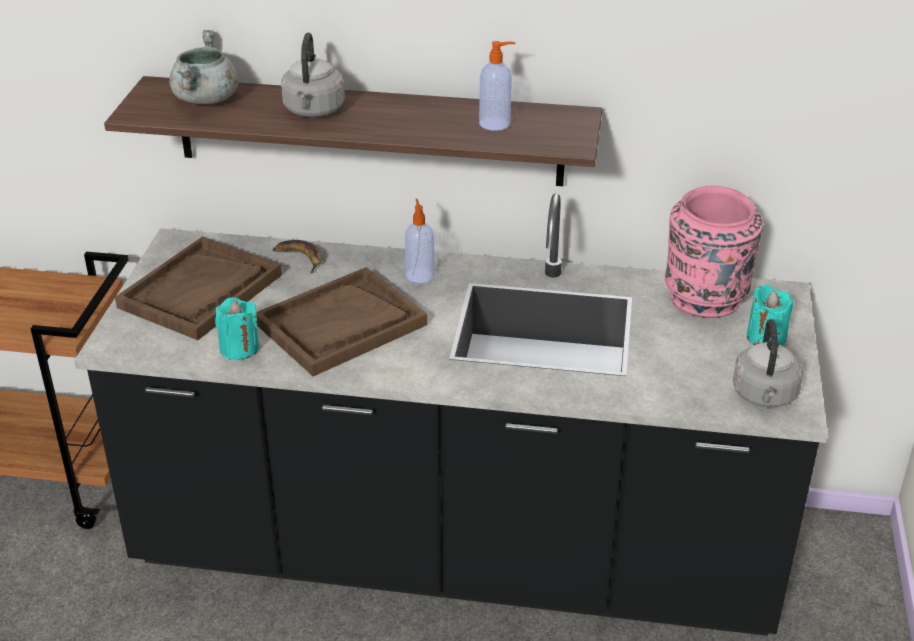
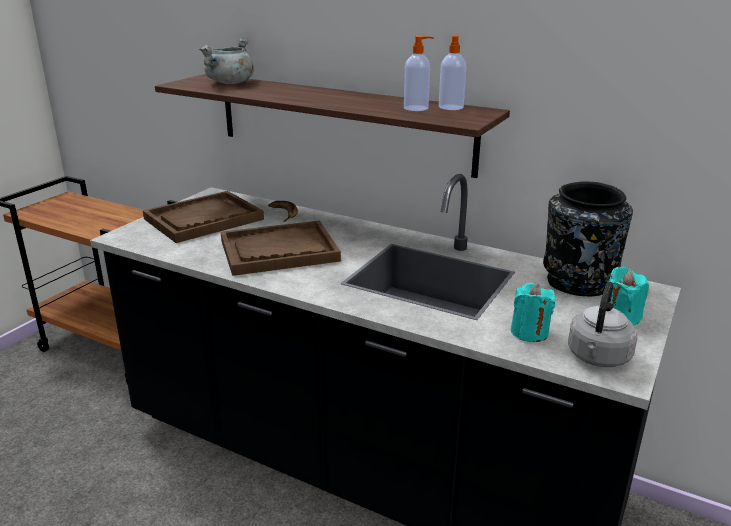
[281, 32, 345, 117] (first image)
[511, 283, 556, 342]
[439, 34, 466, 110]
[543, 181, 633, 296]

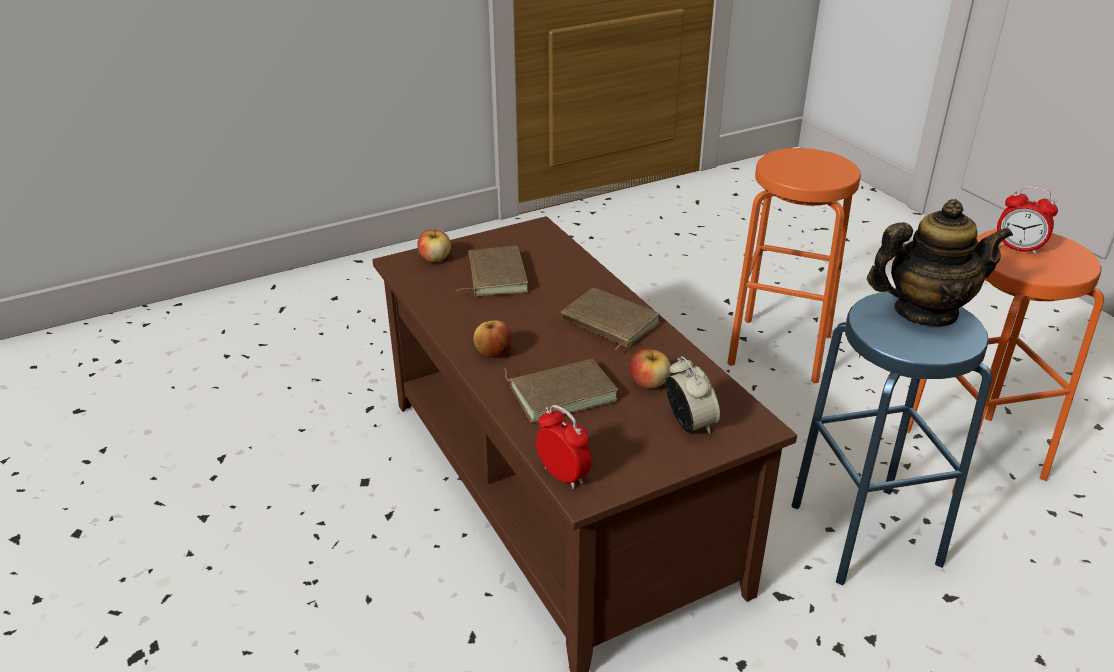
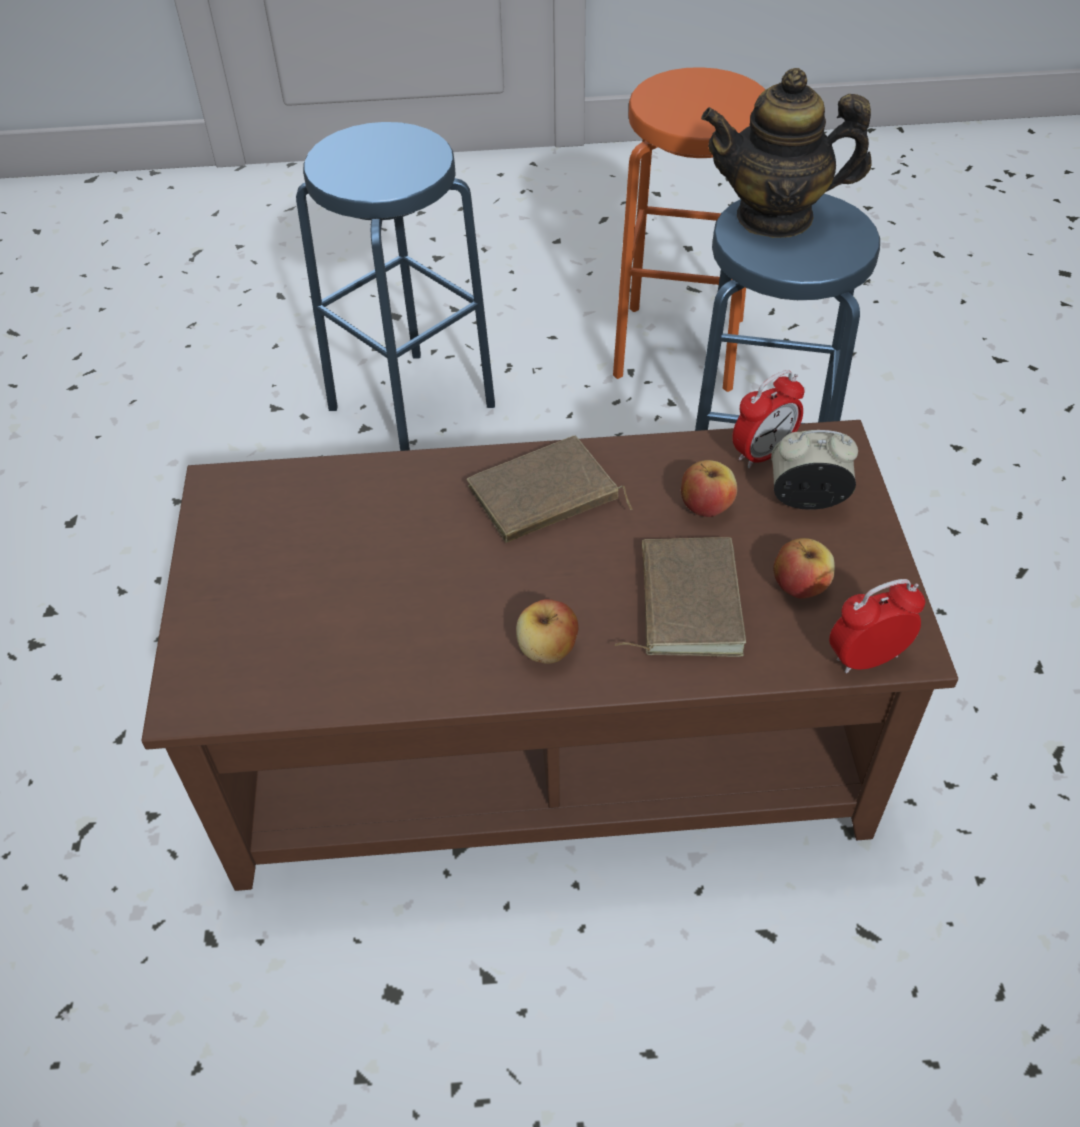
[456, 246, 528, 296] (first image)
[773, 538, 835, 599]
[732, 370, 805, 468]
[296, 122, 495, 451]
[701, 68, 871, 238]

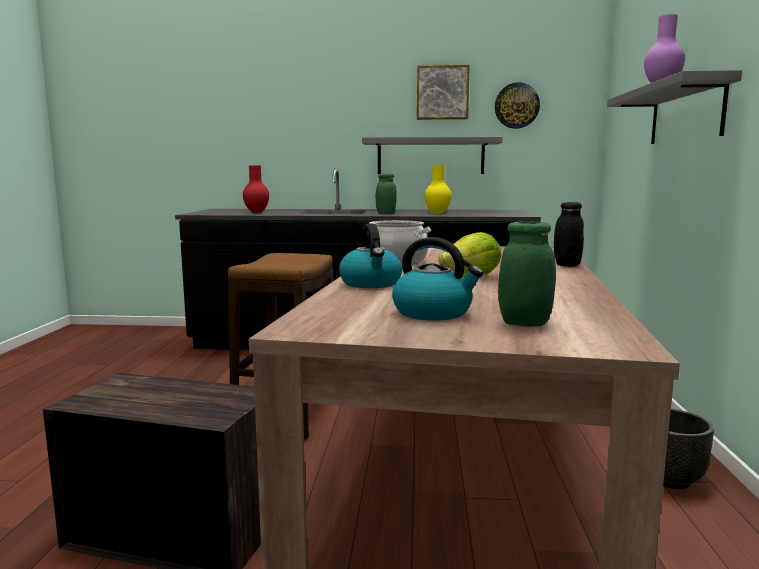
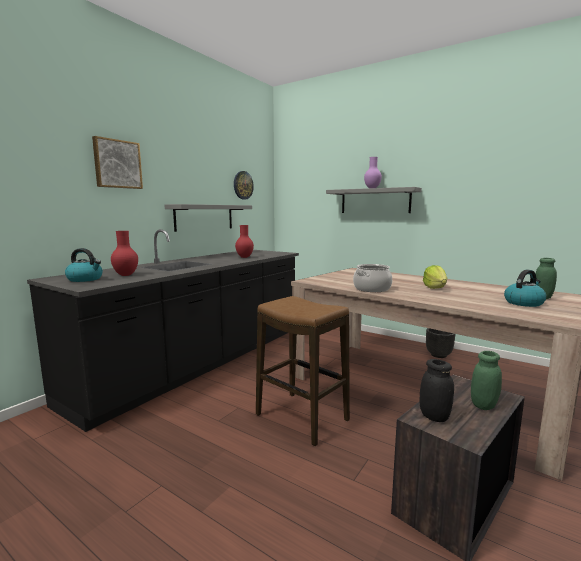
[65, 248, 103, 282]
[471, 351, 502, 410]
[92, 136, 143, 189]
[419, 359, 454, 422]
[235, 225, 254, 258]

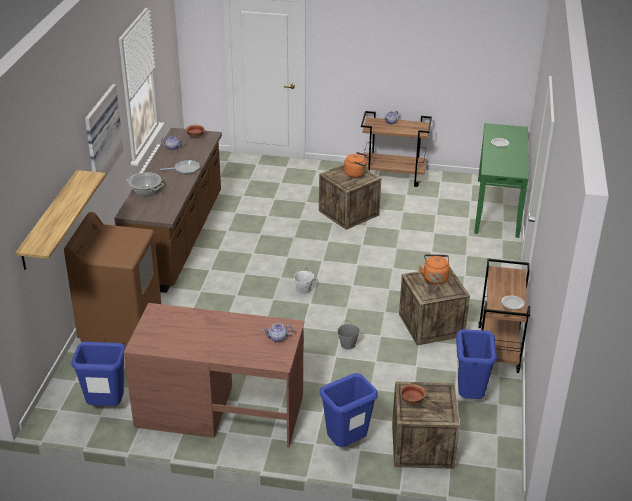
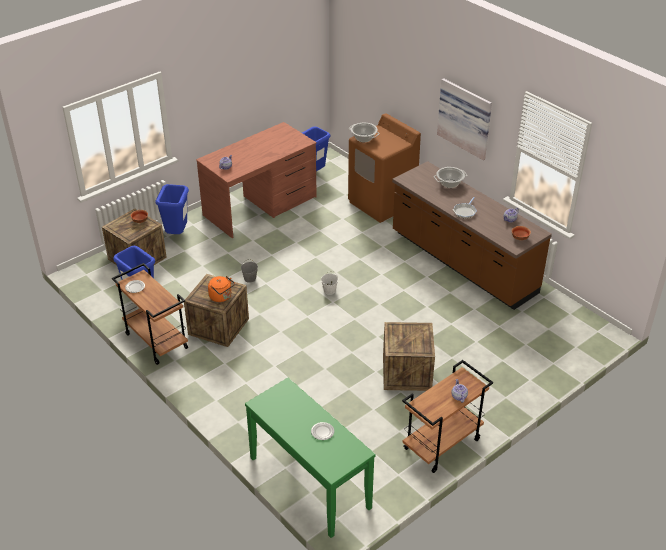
[15, 170, 106, 270] (first image)
[344, 152, 369, 178] (first image)
[349, 123, 380, 142]

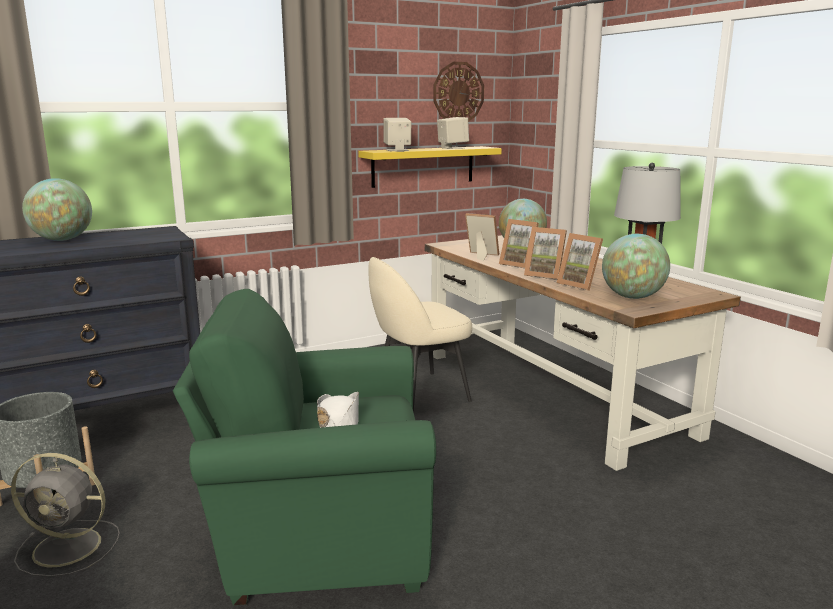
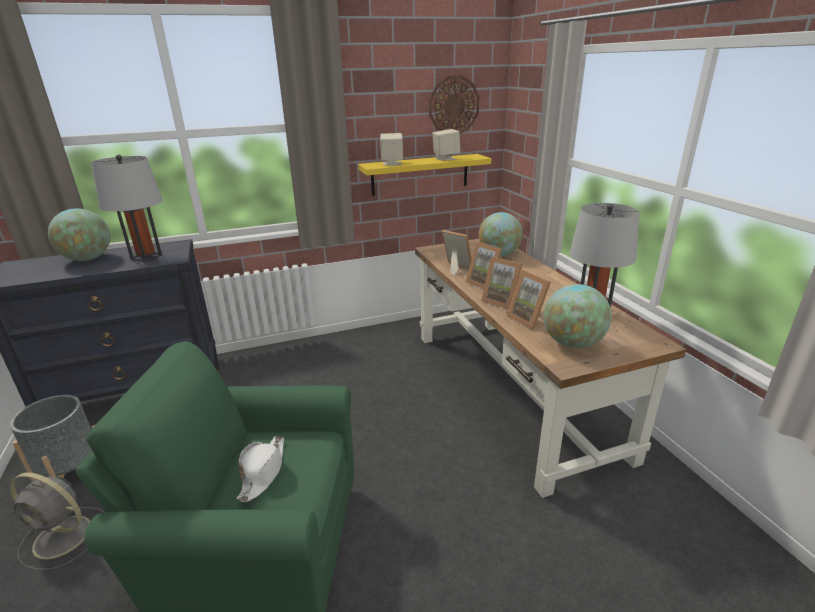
[368, 257, 472, 413] (first image)
[91, 154, 163, 262]

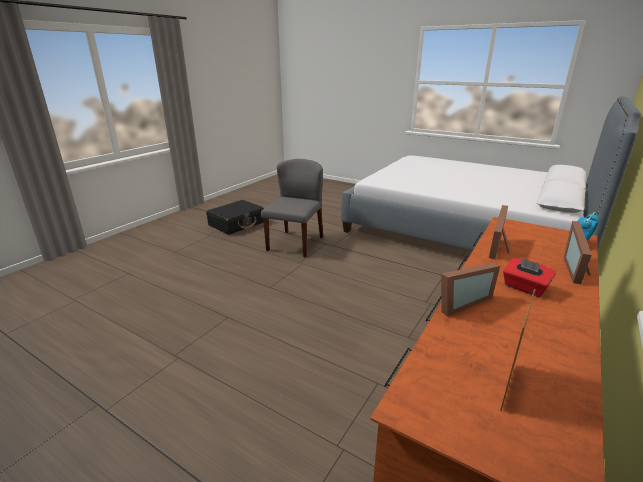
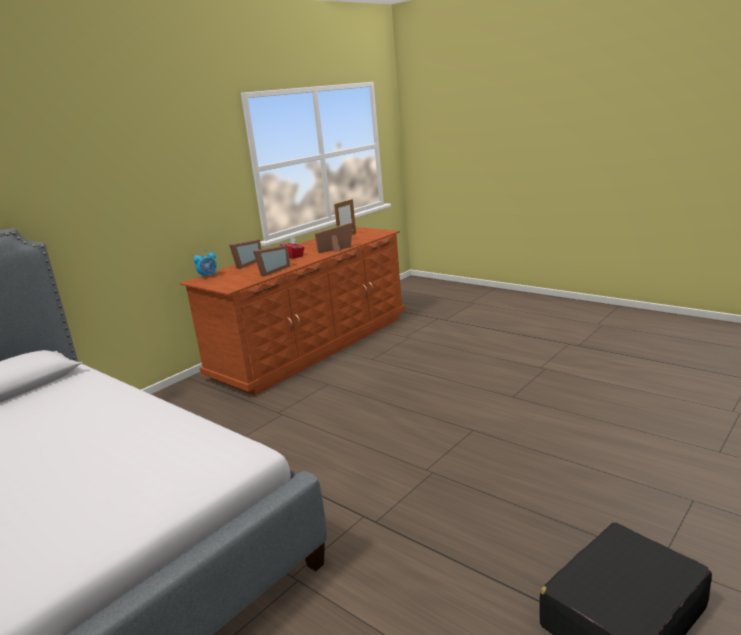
[261, 159, 323, 258] (first image)

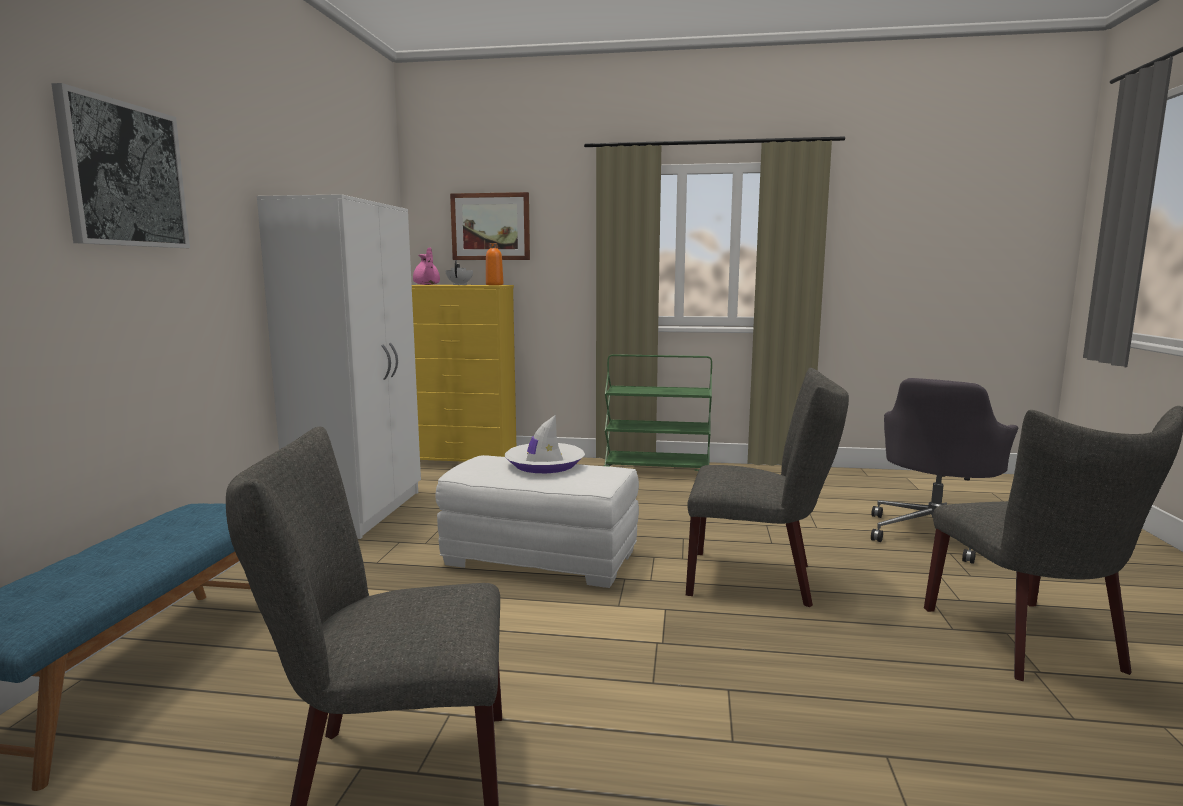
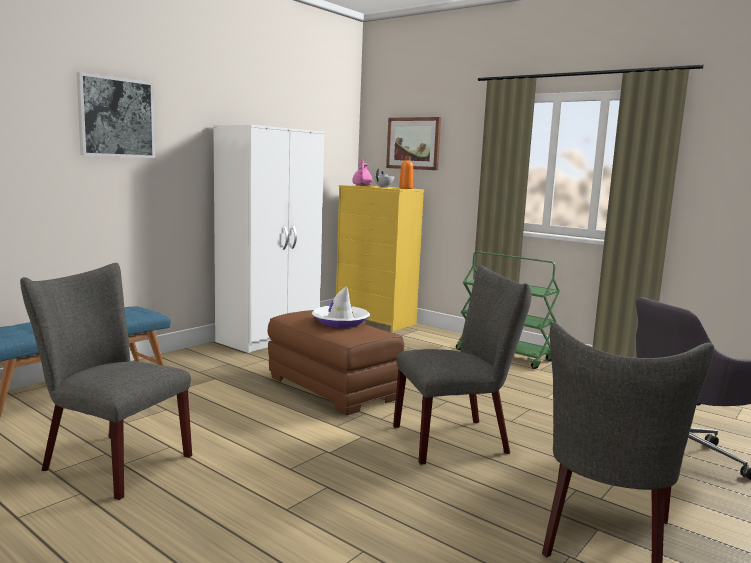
[268, 310, 404, 415]
[393, 265, 532, 465]

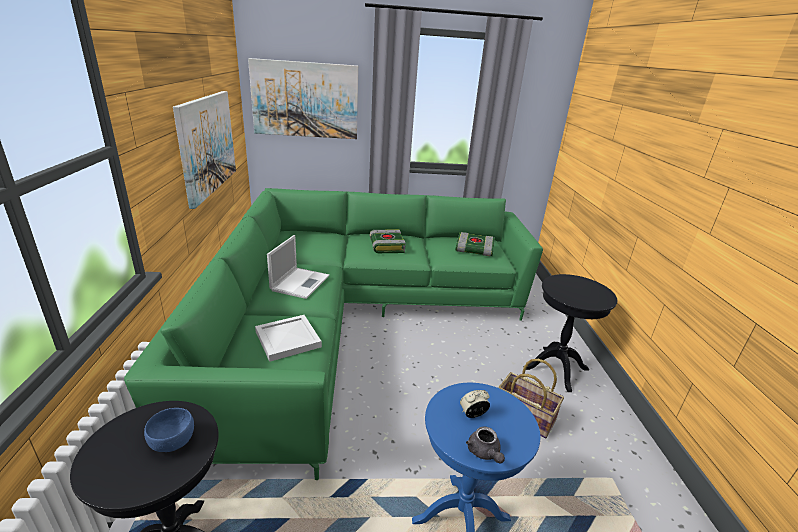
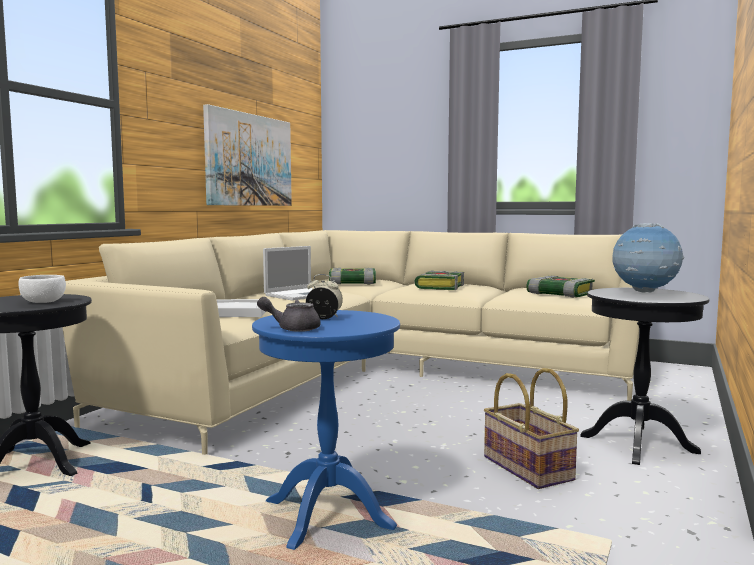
[248, 58, 358, 139] (first image)
[329, 268, 376, 285]
[612, 223, 684, 293]
[62, 230, 639, 455]
[18, 275, 66, 303]
[257, 297, 321, 332]

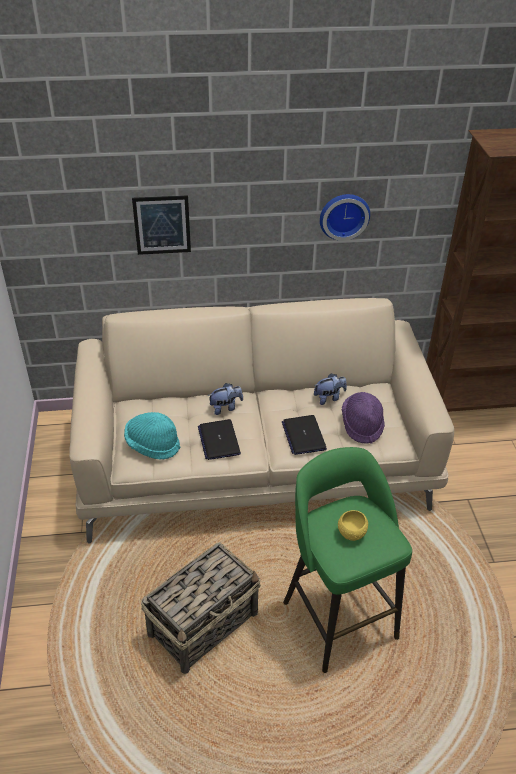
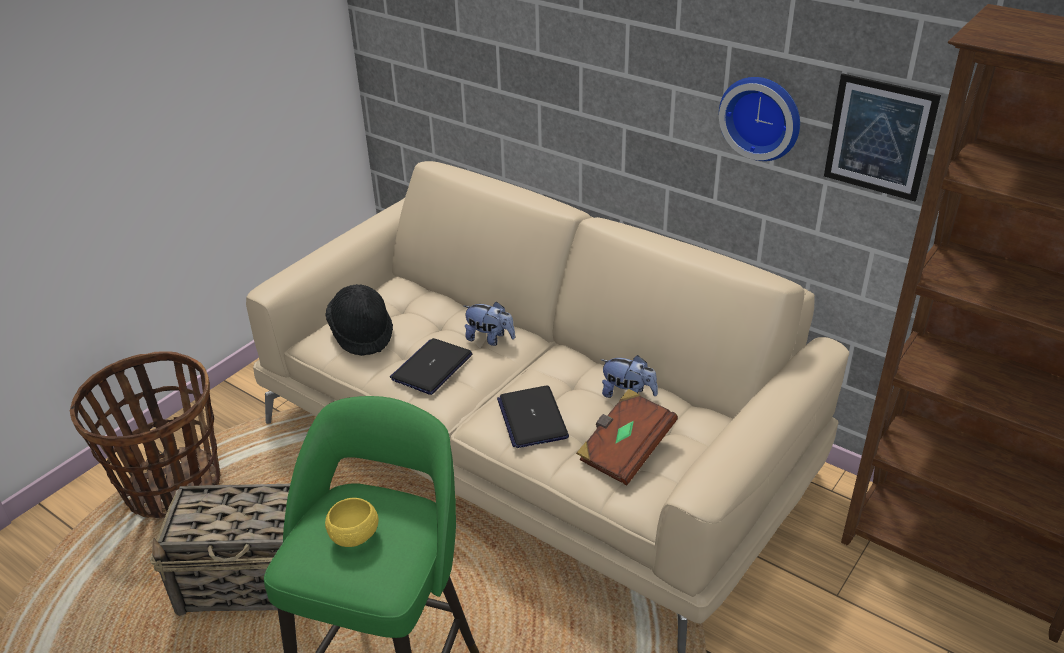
[70, 351, 221, 518]
[824, 73, 941, 201]
[576, 389, 678, 486]
[326, 284, 393, 356]
[497, 385, 569, 448]

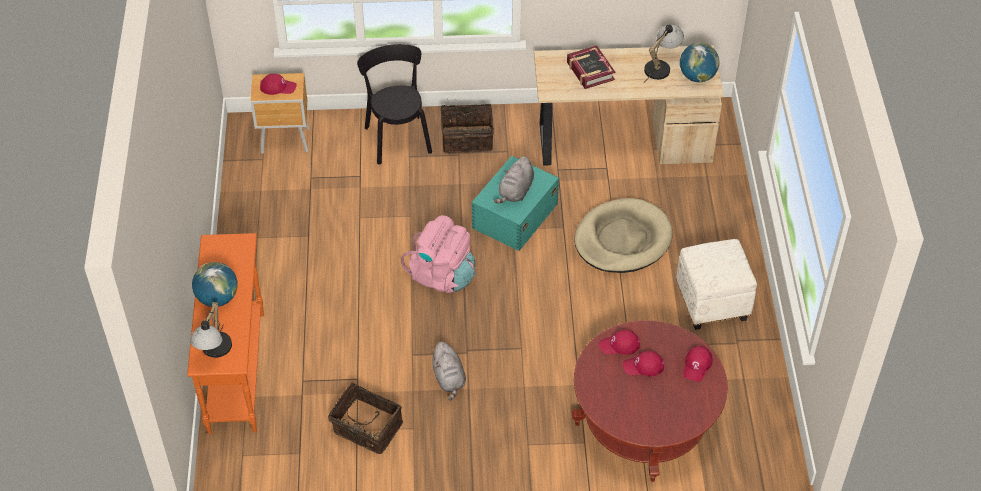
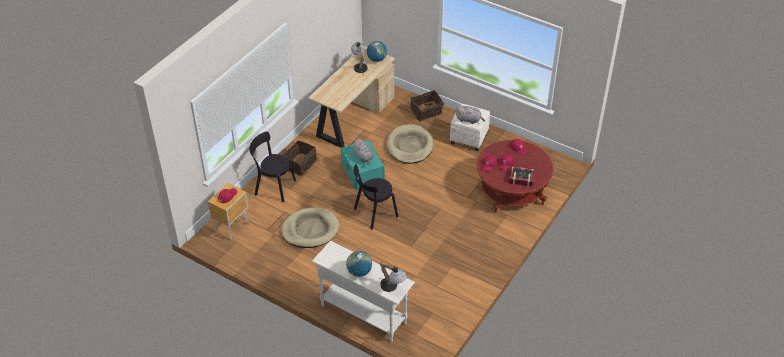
[281, 208, 339, 248]
[410, 90, 445, 121]
[456, 105, 485, 124]
[508, 166, 535, 187]
[353, 164, 398, 230]
[312, 240, 415, 342]

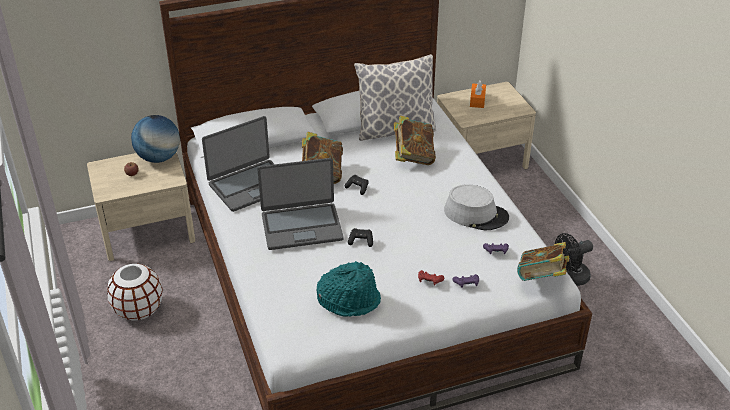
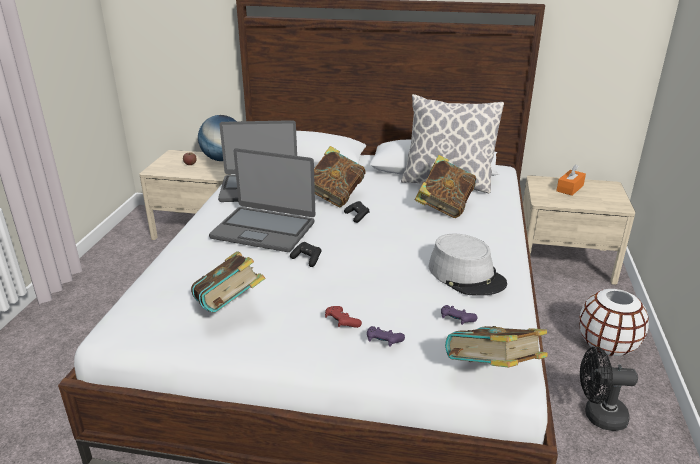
[579, 289, 649, 356]
[191, 251, 265, 313]

